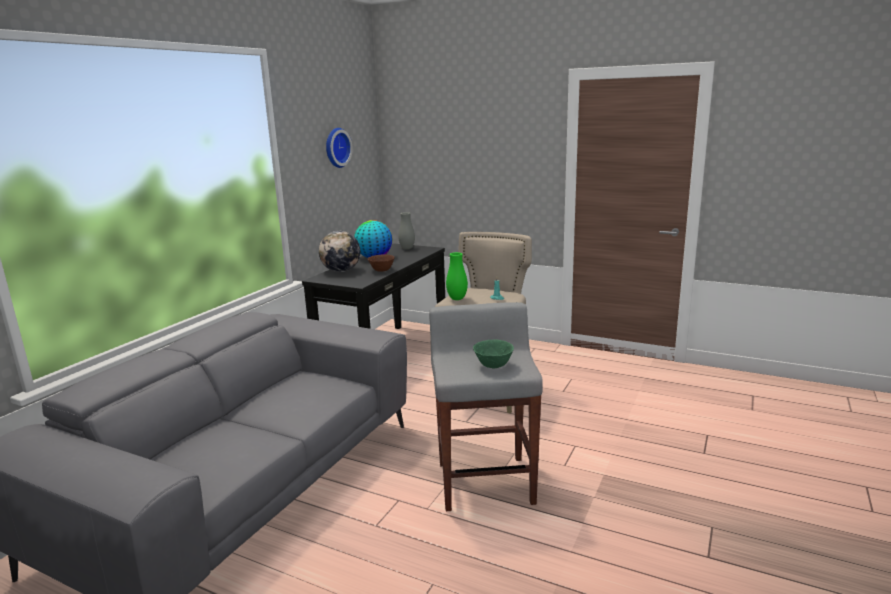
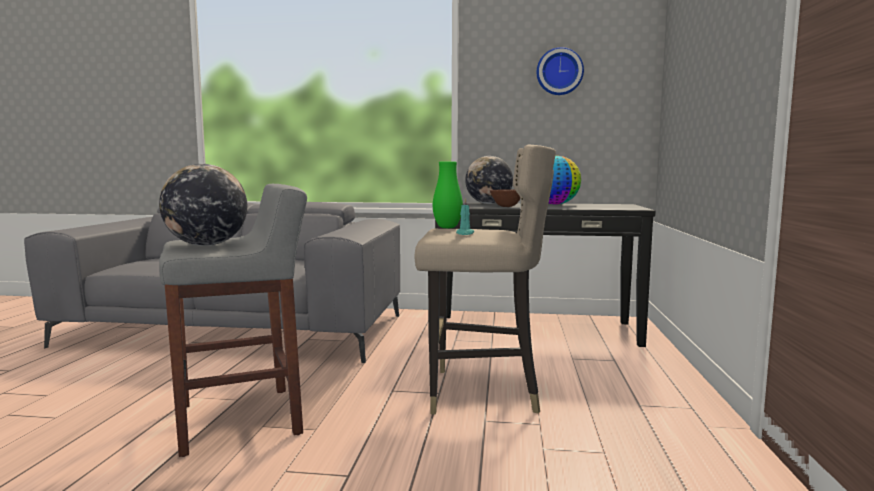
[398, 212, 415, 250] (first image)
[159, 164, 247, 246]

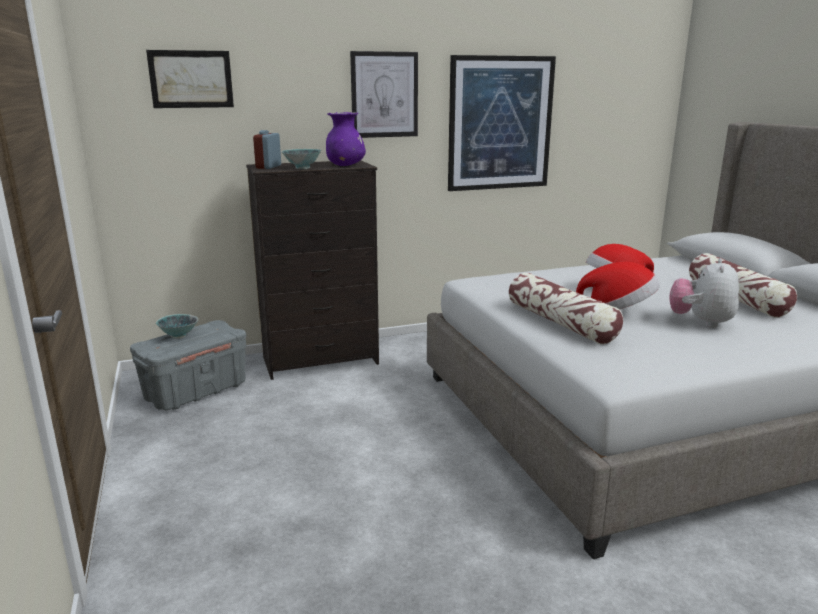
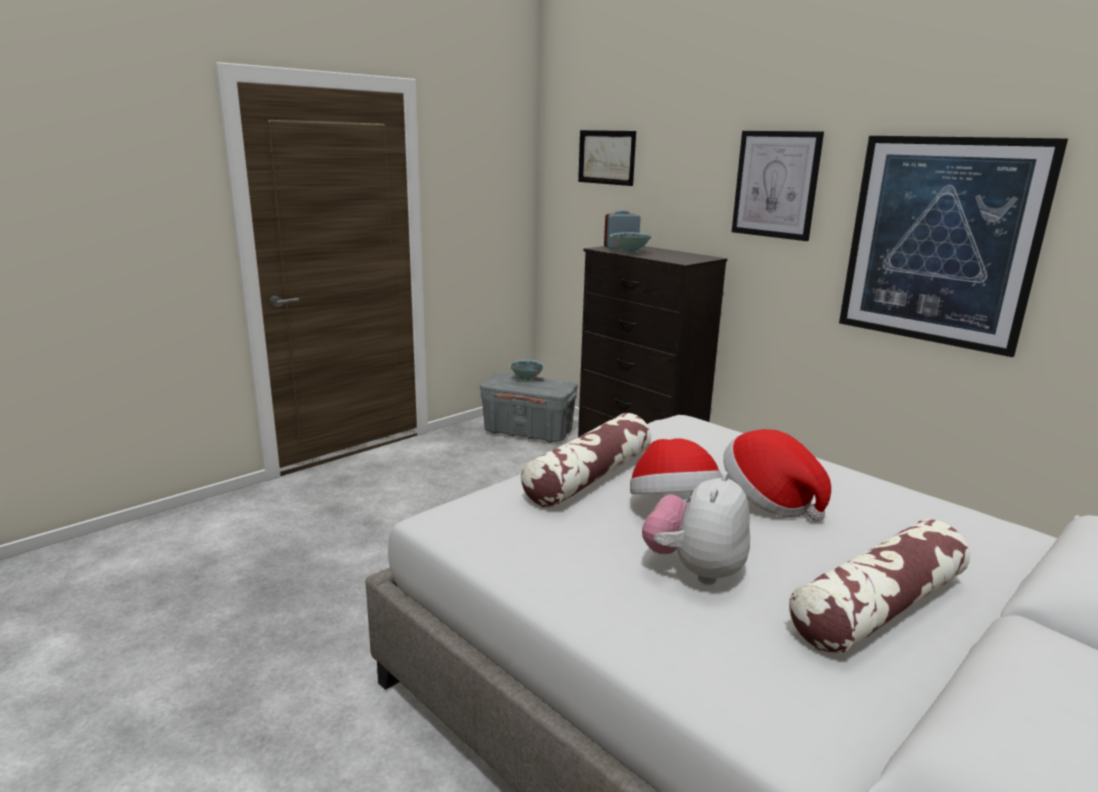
[326, 112, 366, 166] (first image)
[642, 471, 750, 585]

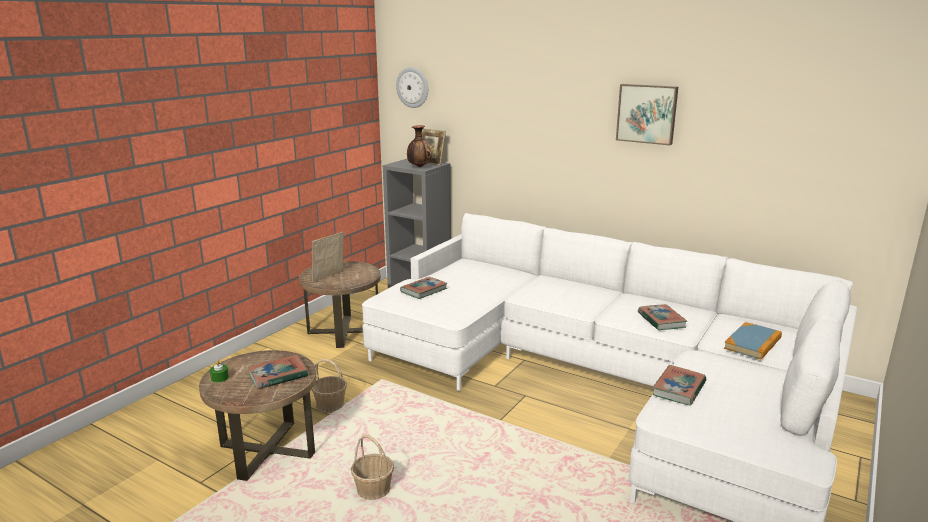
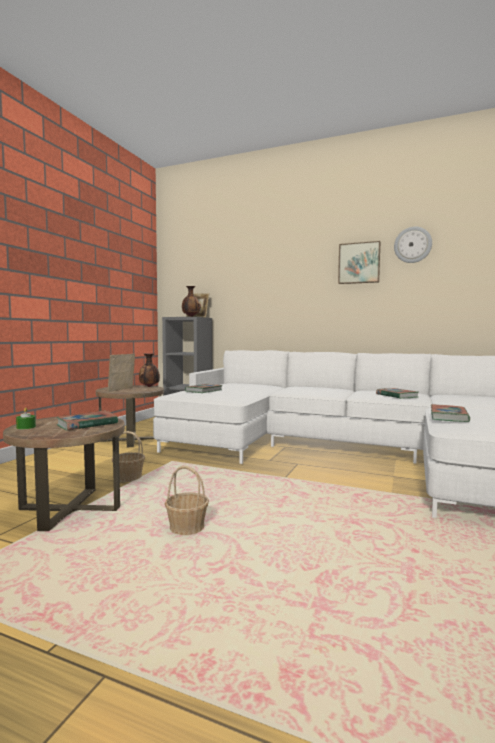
[724, 322, 782, 360] (first image)
[139, 353, 160, 387]
[394, 227, 432, 263]

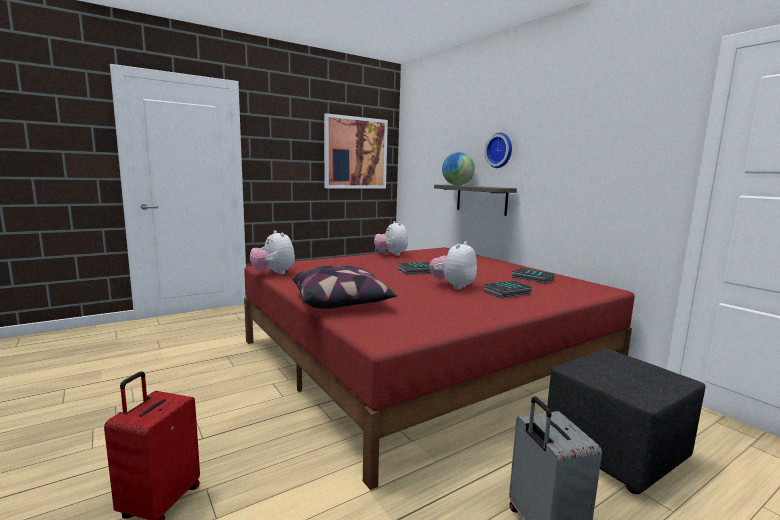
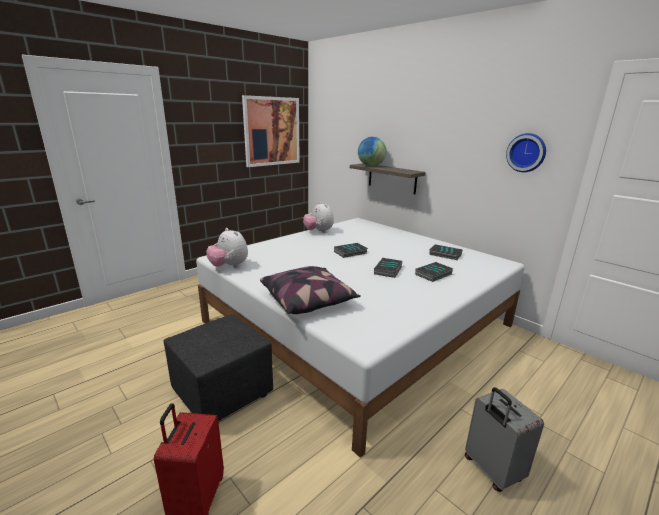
[506, 133, 546, 172]
[164, 314, 273, 421]
[374, 258, 402, 278]
[196, 218, 525, 458]

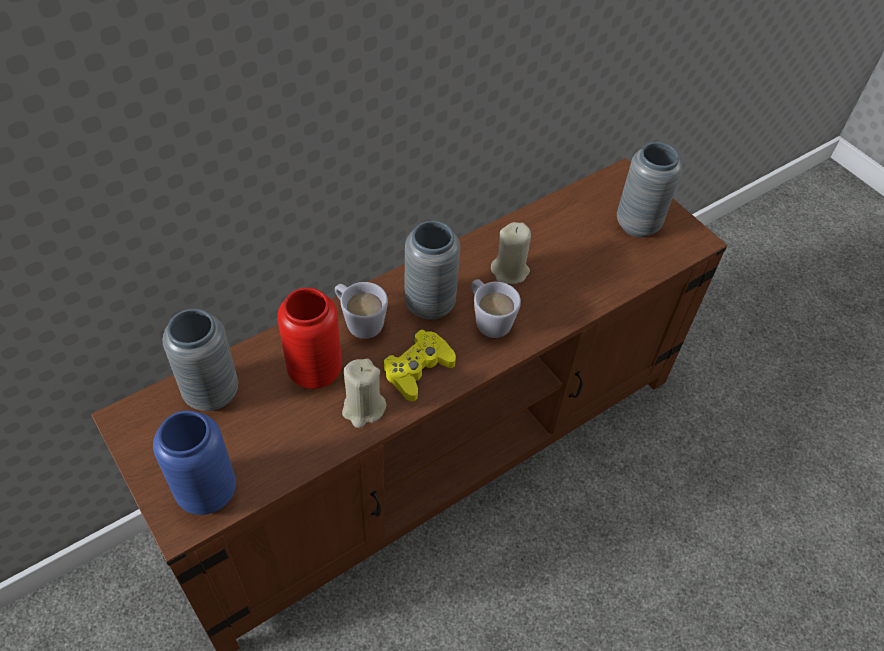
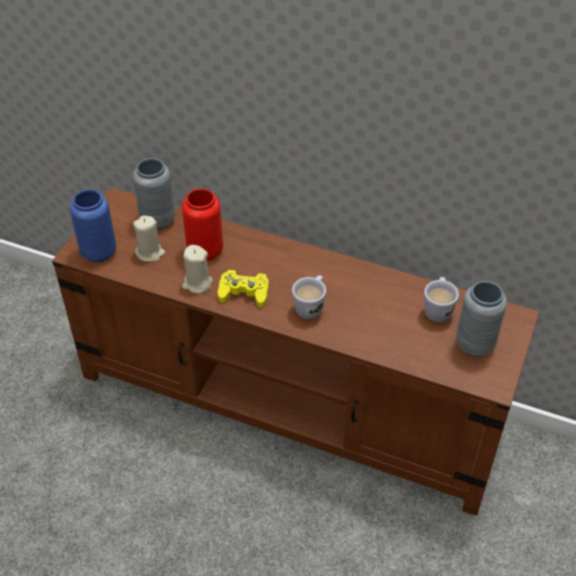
[404, 221, 460, 320] (first image)
[424, 277, 459, 322]
[133, 216, 165, 262]

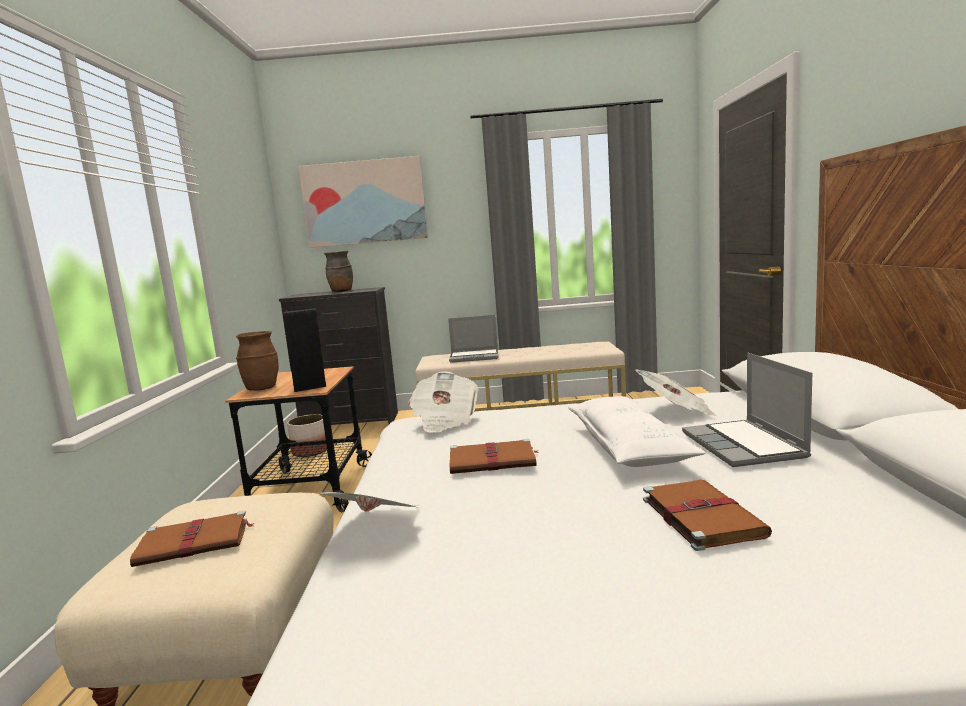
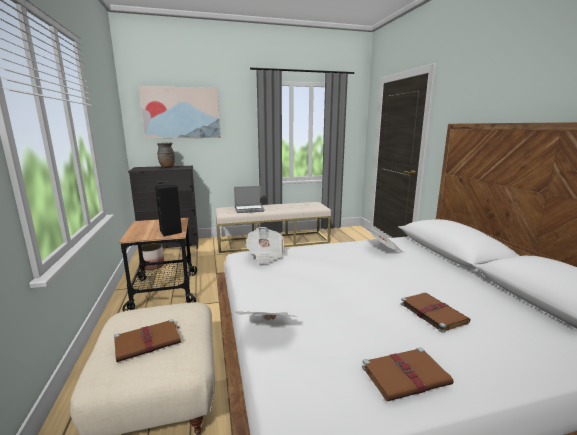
[236, 331, 279, 391] (first image)
[568, 396, 706, 467] (first image)
[682, 353, 812, 467] (first image)
[362, 347, 454, 401]

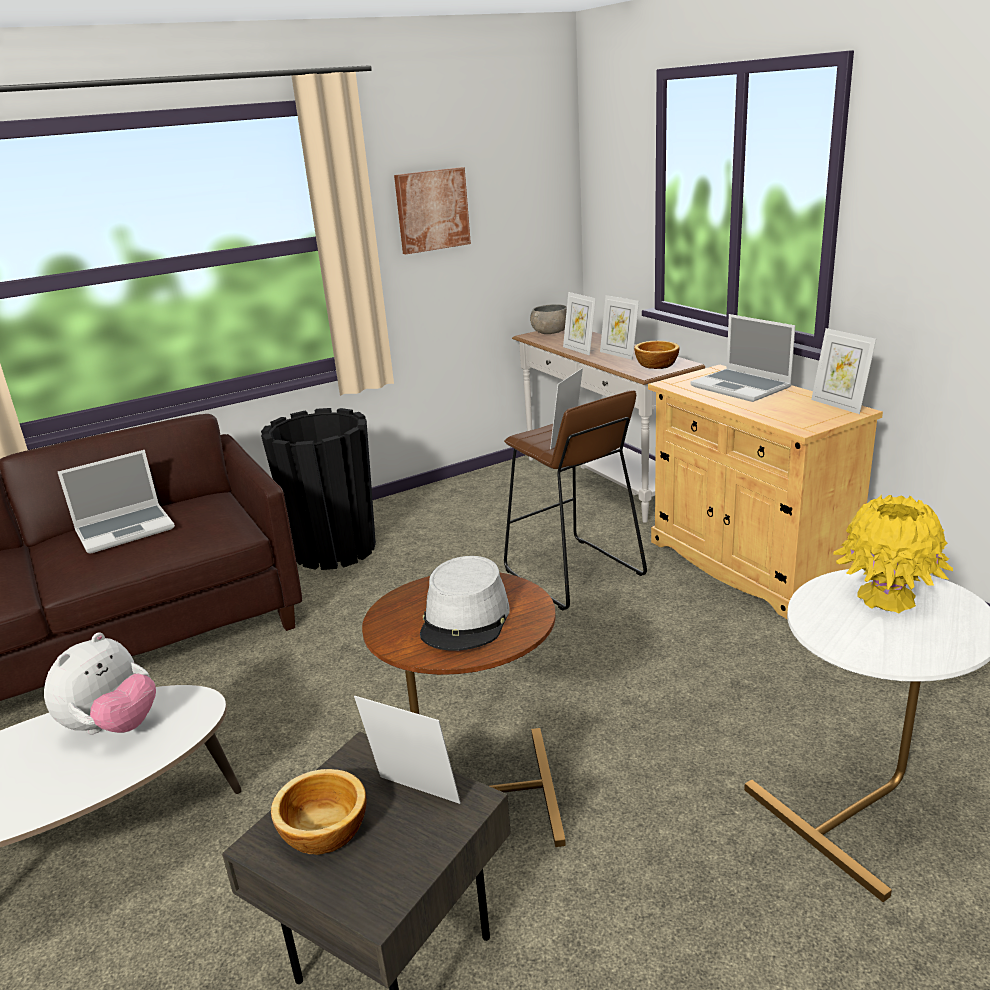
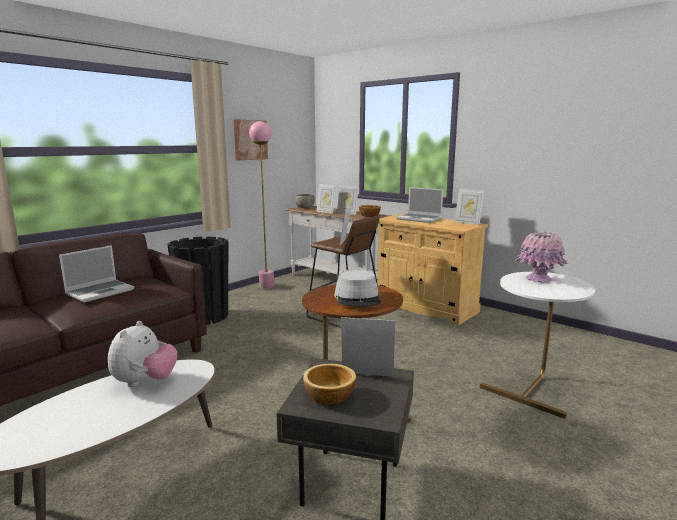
[249, 121, 274, 289]
[515, 231, 568, 283]

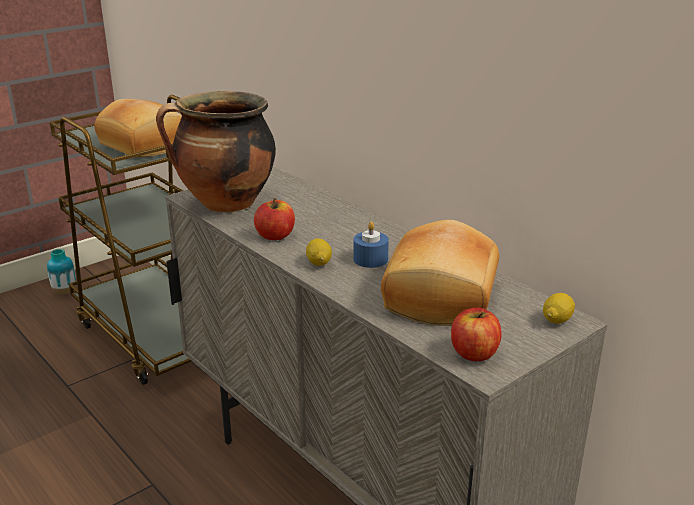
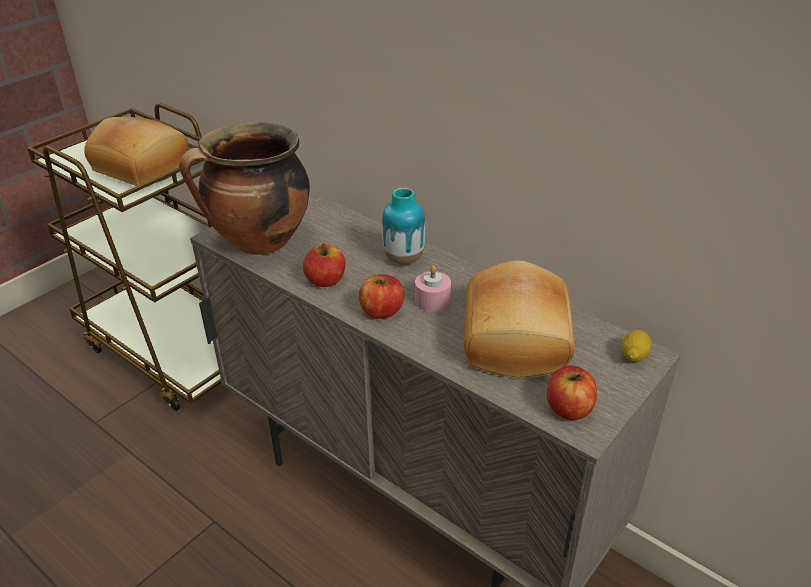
[382, 187, 425, 264]
[359, 275, 404, 319]
[415, 265, 451, 312]

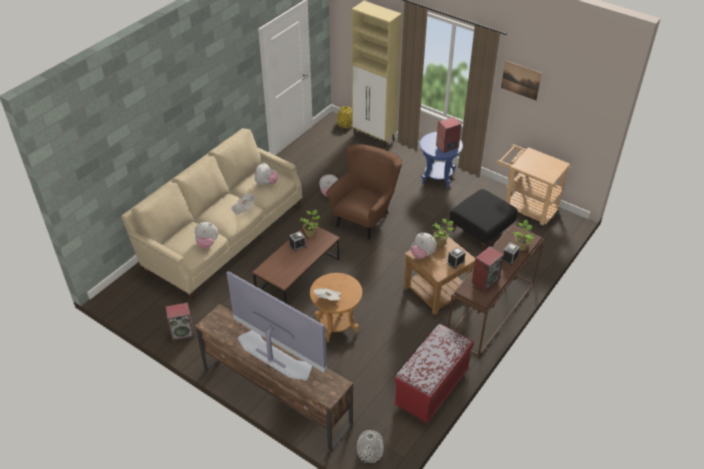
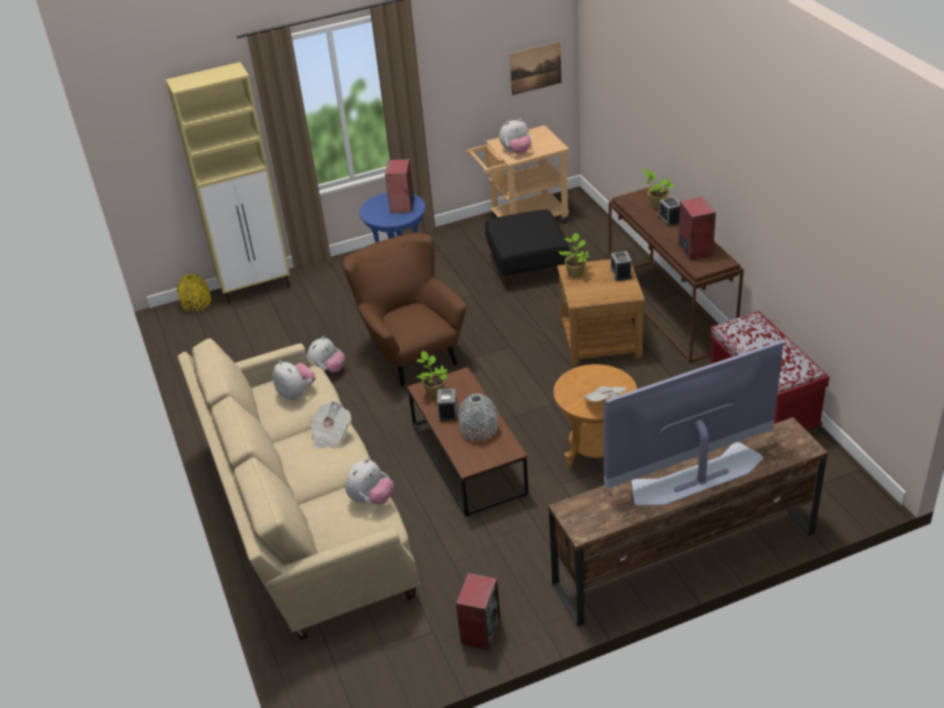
[458, 394, 498, 441]
[499, 118, 531, 154]
[509, 42, 561, 96]

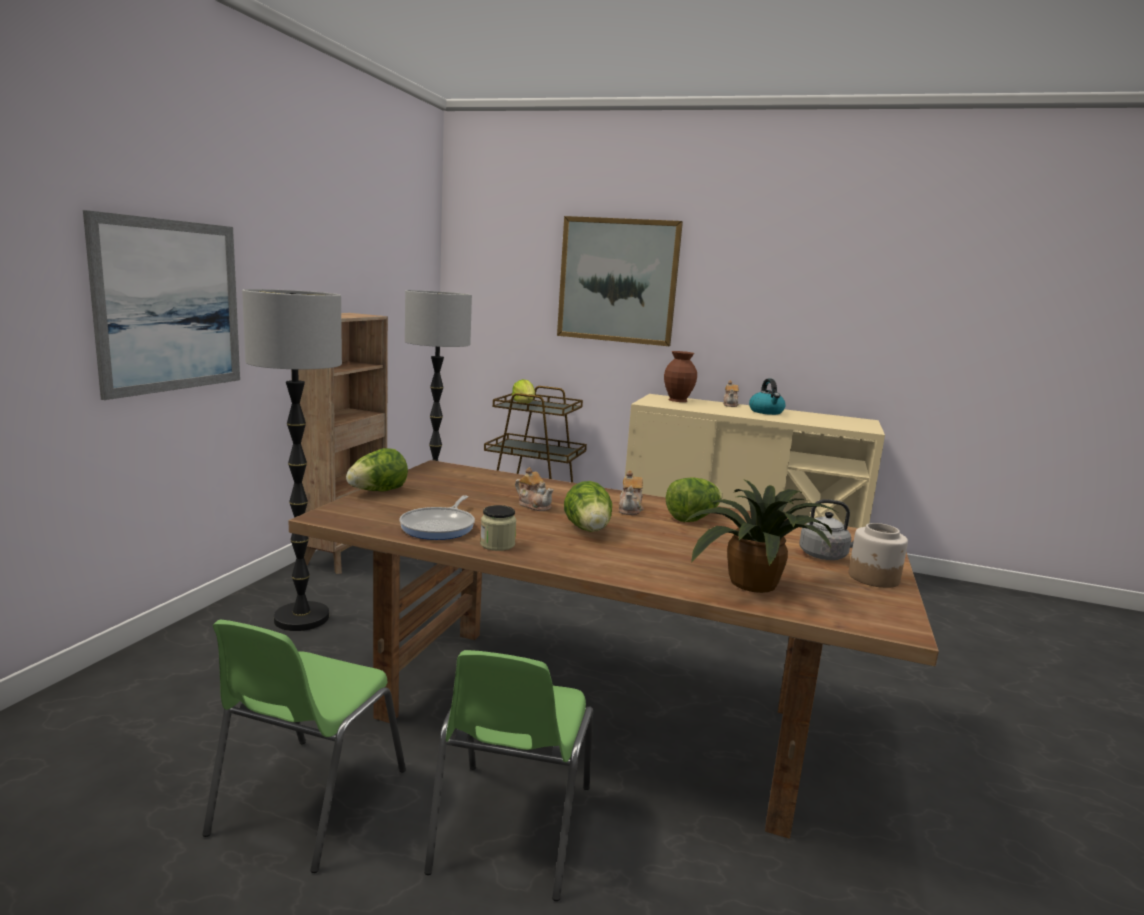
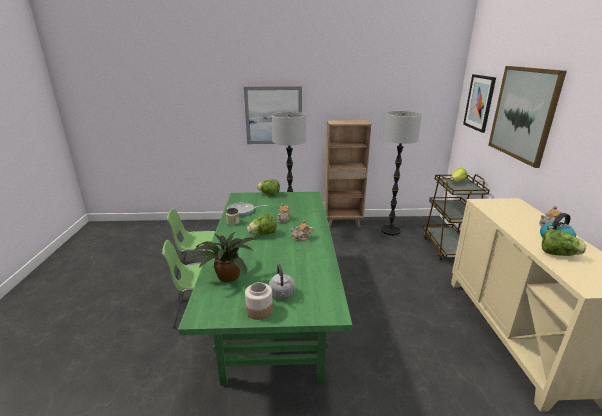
[664, 351, 697, 402] (first image)
[463, 74, 496, 133]
[542, 229, 586, 256]
[178, 192, 352, 386]

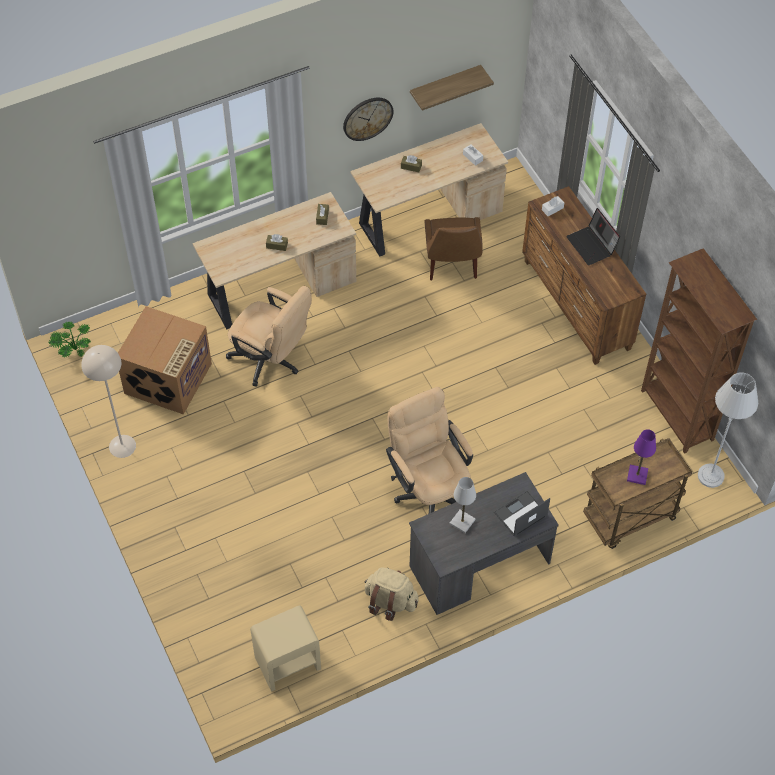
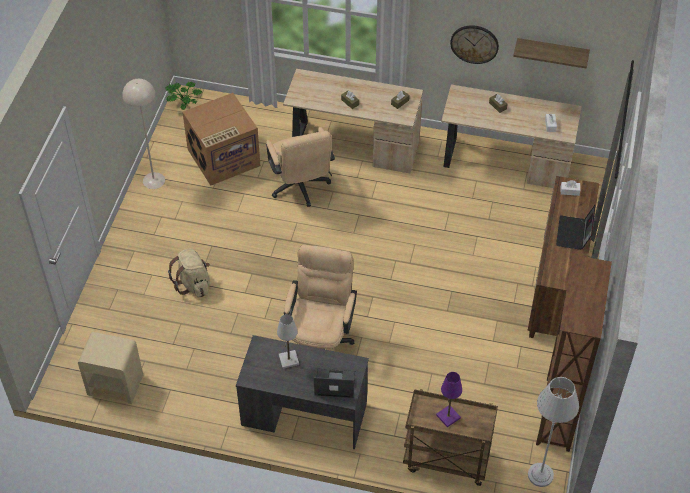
[425, 217, 483, 280] (first image)
[168, 248, 210, 298]

